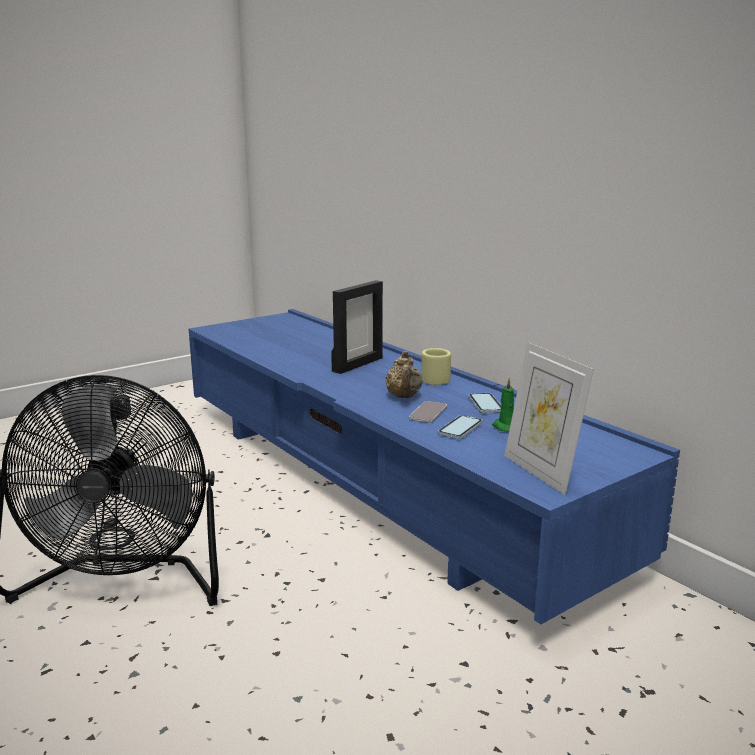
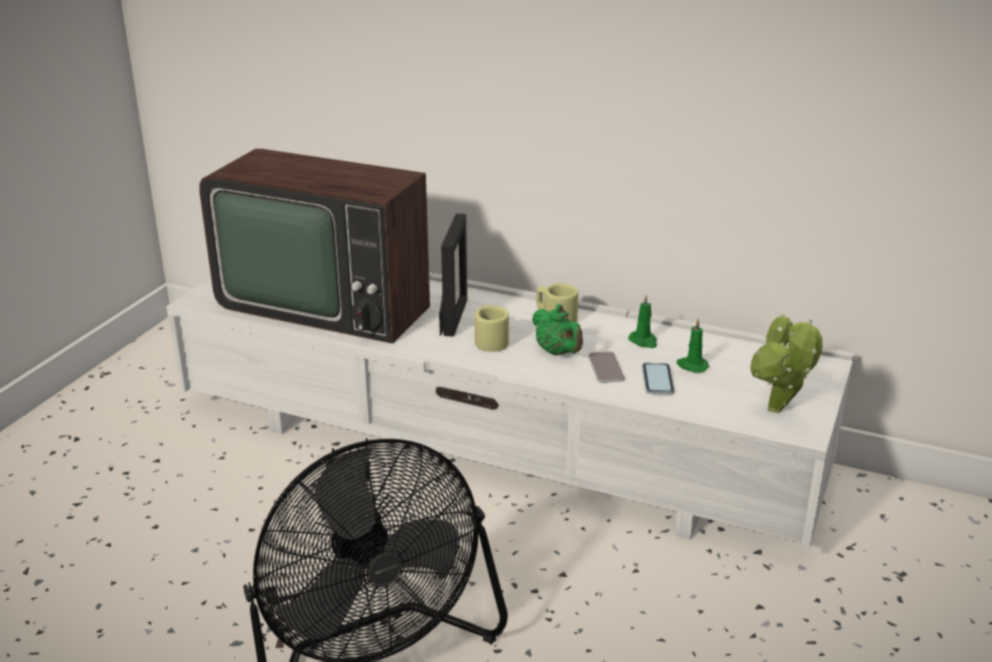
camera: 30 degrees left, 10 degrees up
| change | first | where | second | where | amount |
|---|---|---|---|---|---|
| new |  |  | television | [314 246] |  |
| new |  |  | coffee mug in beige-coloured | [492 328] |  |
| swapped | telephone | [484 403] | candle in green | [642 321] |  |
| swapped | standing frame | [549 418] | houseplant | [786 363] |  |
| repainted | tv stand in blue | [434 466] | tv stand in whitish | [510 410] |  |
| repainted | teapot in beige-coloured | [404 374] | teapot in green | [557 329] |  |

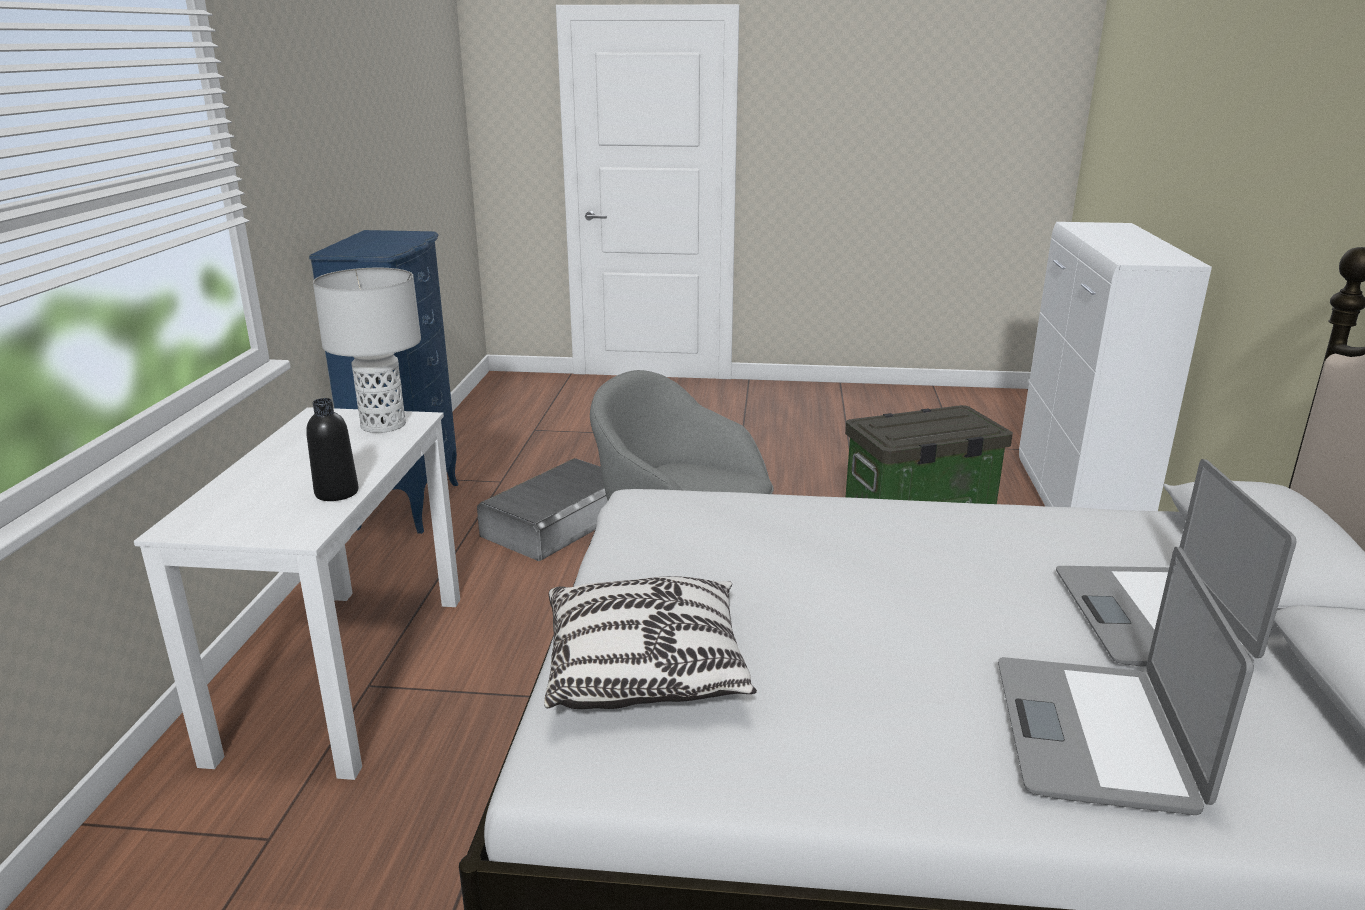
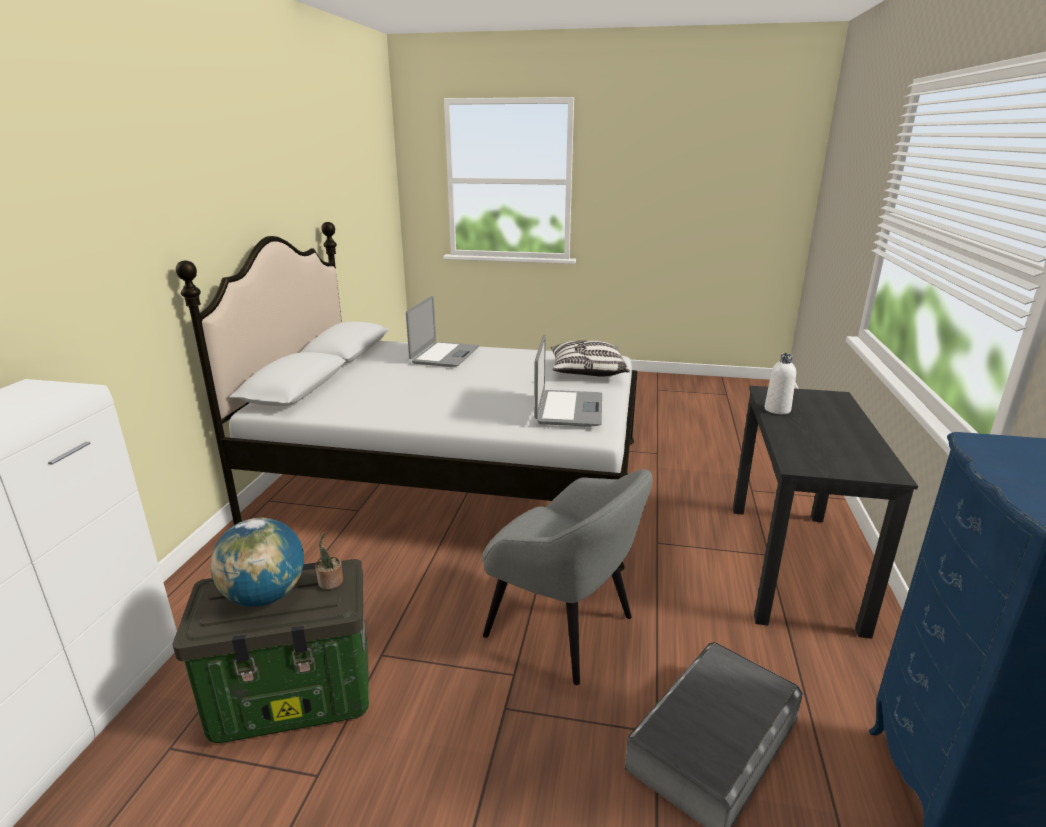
camera: 175 degrees left, 0 degrees up
| change | first | where | second | where | amount |
|---|---|---|---|---|---|
| gone | lamp for a table in whitish | [367 350] |  |  |  |
| new |  |  | world globe | [257 562] |  |
| new |  |  | houseplant | [329 560] |  |
| shifted | portable computer | [1176 562] |  | [568 381] |  |
| repainted | desk unit in whitish | [297 593] | desk unit in black | [825 512] |  |
| repainted | bottle in black | [332 449] | bottle in whitish | [780 383] |  |

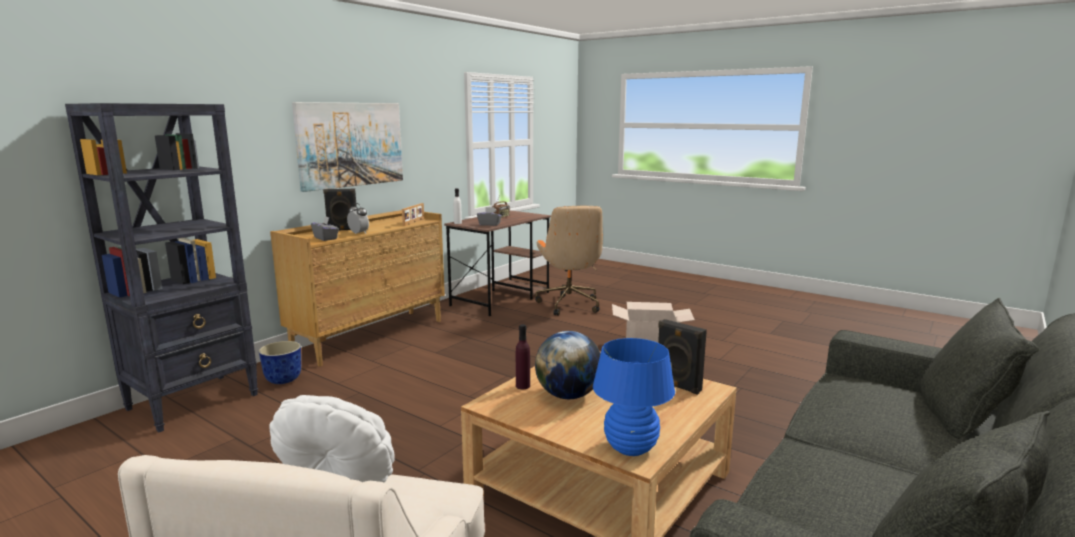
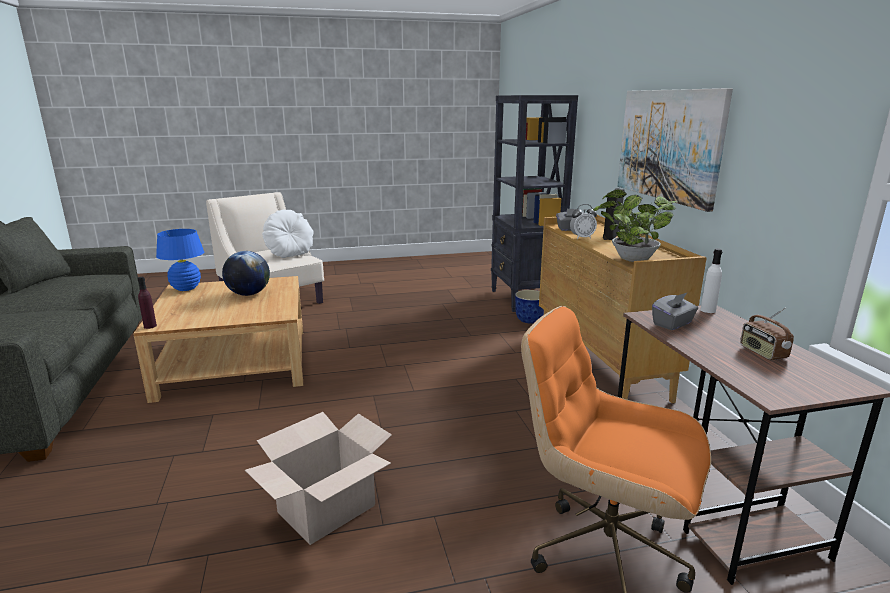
camera: 130 degrees right, 5 degrees up
| change | first | where | second | where | amount |
|---|---|---|---|---|---|
| gone | loudspeaker in black | [682 357] |  |  |  |
| shifted | bottle in purple-coloured | [523 356] |  | [147 303] |  |
| swapped | standing frame | [413 214] | houseplant | [635 225] |  |

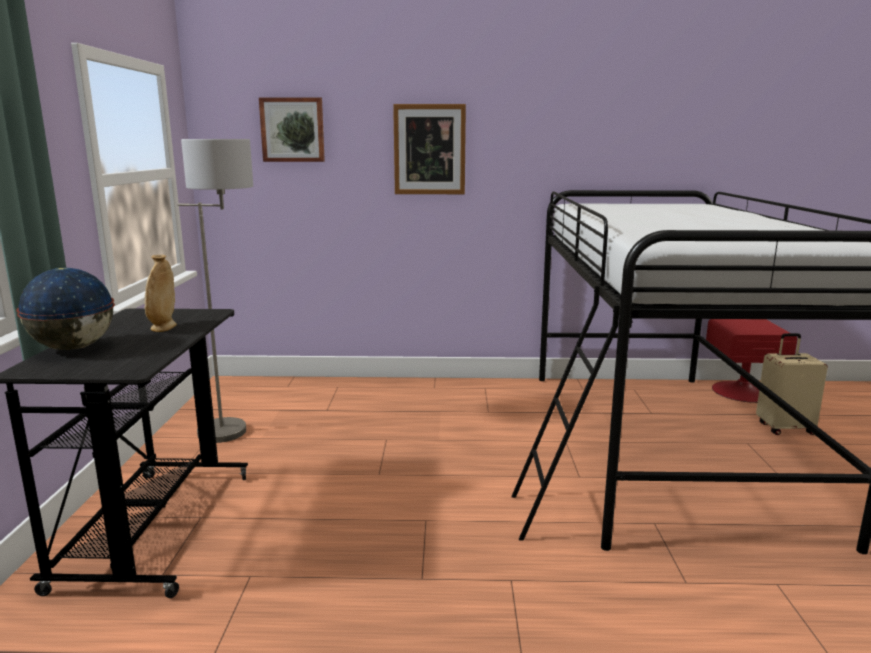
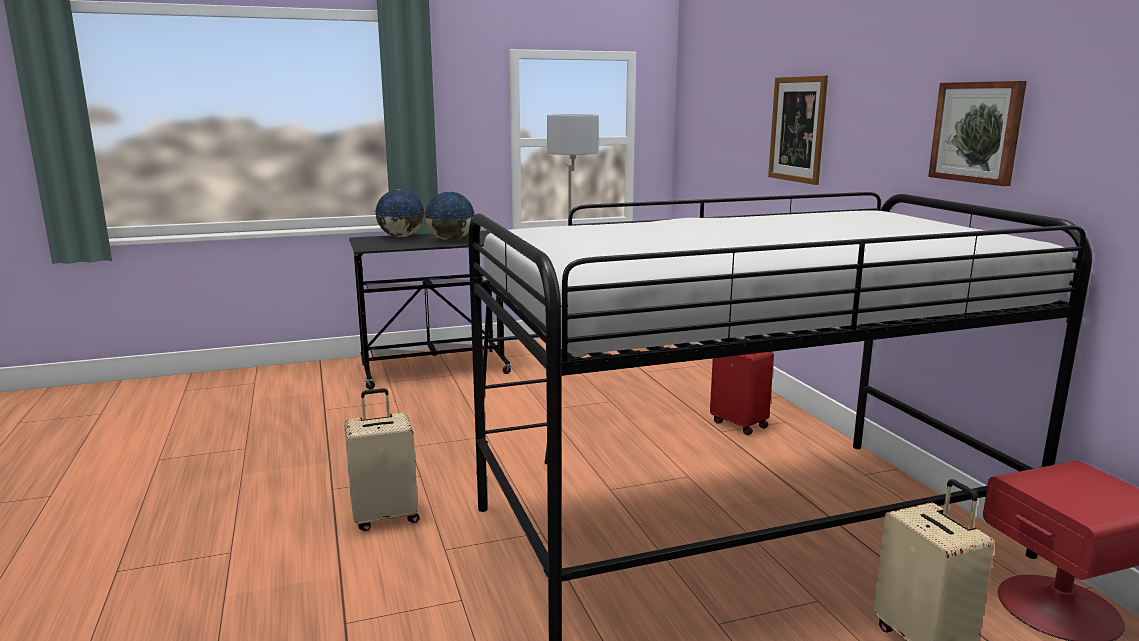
camera: 70 degrees right, 0 degrees up
| change | first | where | second | where | amount |
|---|---|---|---|---|---|
| new |  |  | piece of luggage in beige-coloured | [382 459] |  |
| new |  |  | piece of luggage in reddish | [742 384] |  |
| shifted | wall picture | [292 129] |  | [977 133] |  |
| swapped | flower vase in beige-coloured | [160 293] | world globe | [449 216] |  |

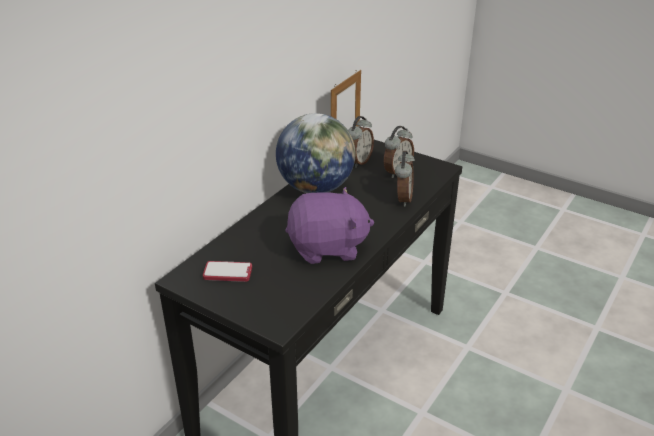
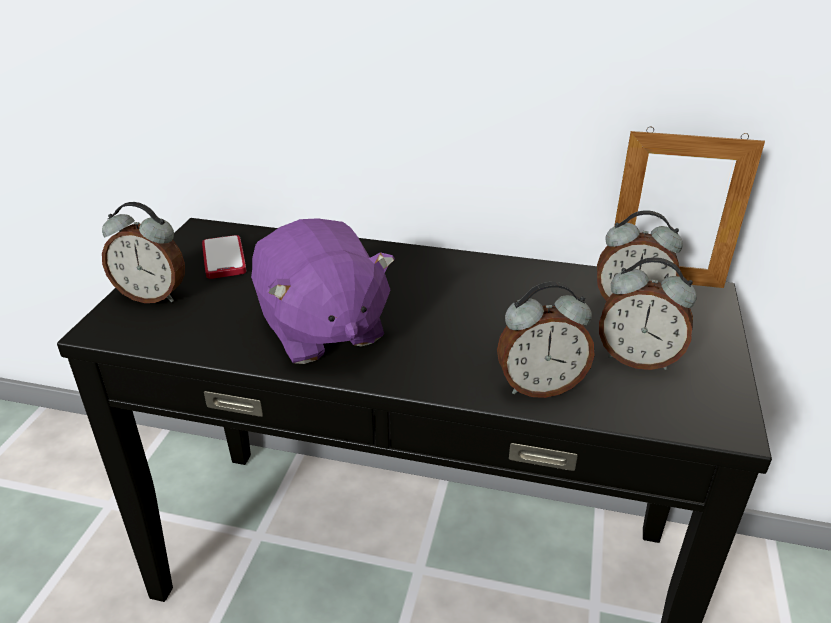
camera: 70 degrees right, 0 degrees up
| change | first | where | second | where | amount |
|---|---|---|---|---|---|
| gone | world globe | [315 153] |  |  |  |
| new |  |  | table clock | [143 252] |  |

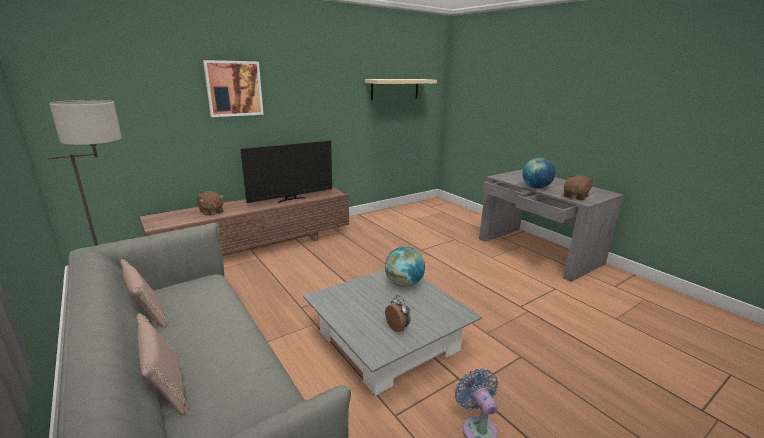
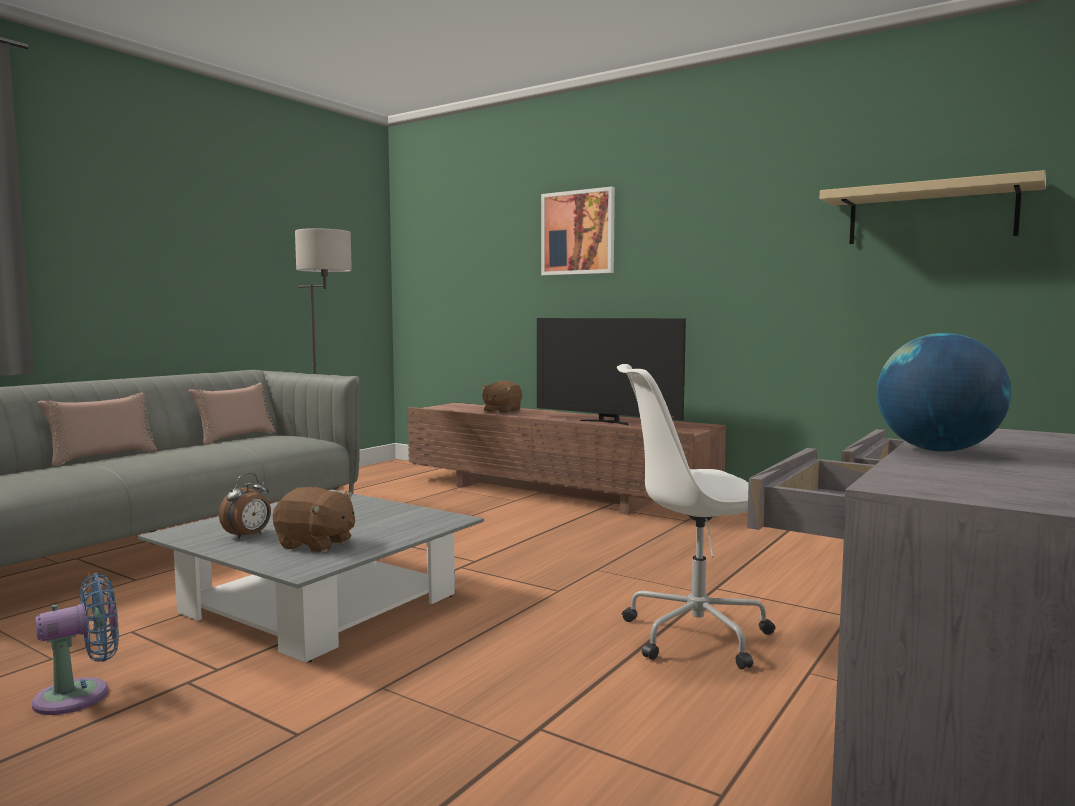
camera: 70 degrees right, 15 degrees down
| change | first | where | second | where | amount |
|---|---|---|---|---|---|
| gone | world globe | [405 267] |  |  |  |
| new |  |  | computer chair in whitish | [696 516] |  |
| shifted | plush toy in brownish | [579 188] |  | [314 520] |  |

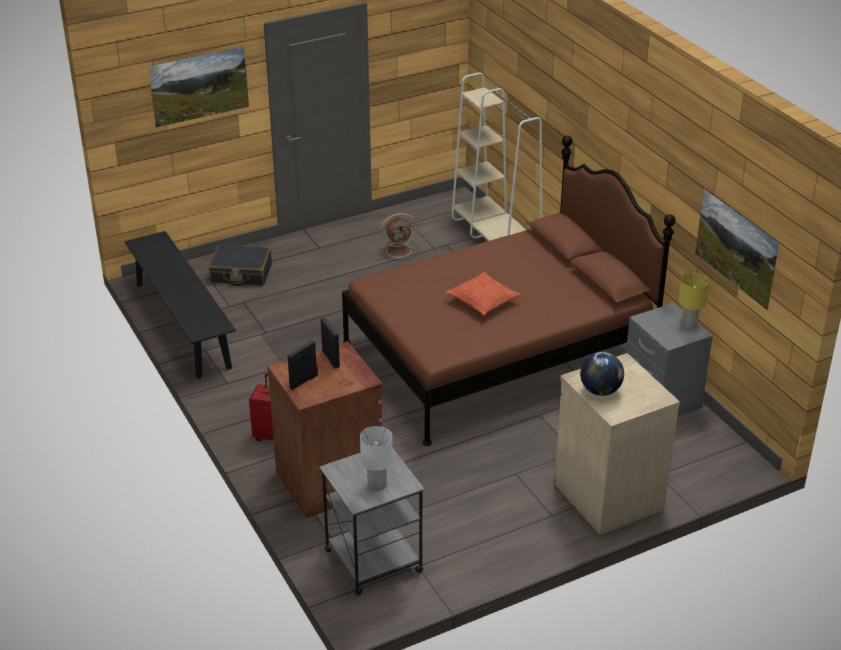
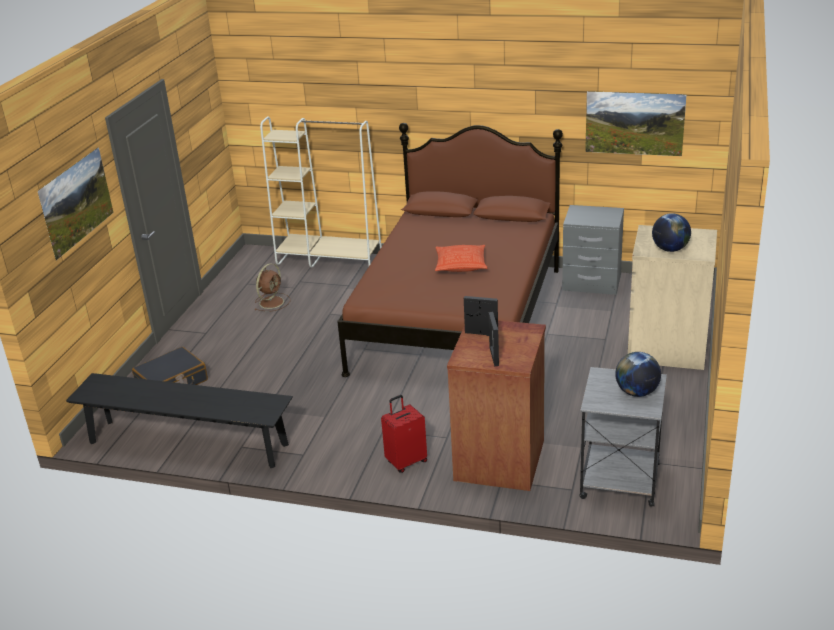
camera: 45 degrees left, 5 degrees down
| change | first | where | second | where | amount |
|---|---|---|---|---|---|
| gone | lamp for a table in yellowish | [694 301] |  |  |  |
| swapped | lamp for a table in whitish | [376 458] | world globe | [638 374] |  |

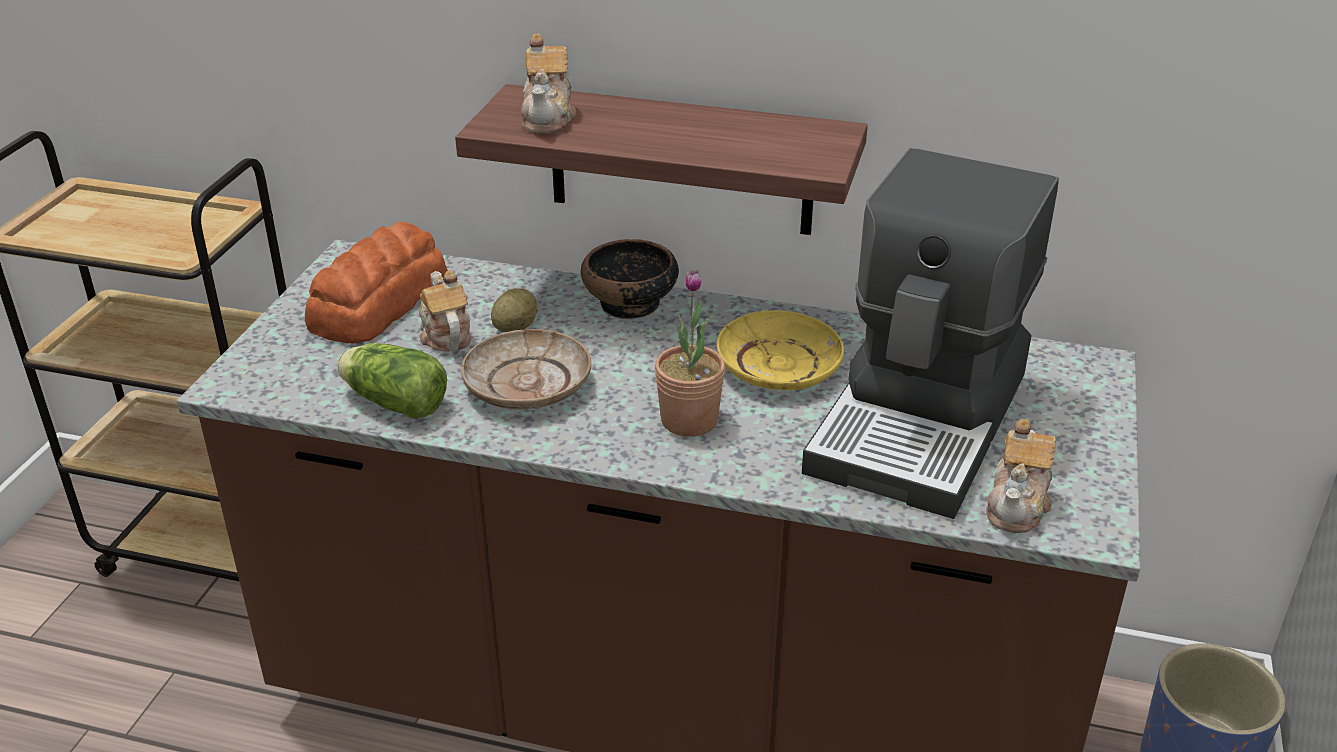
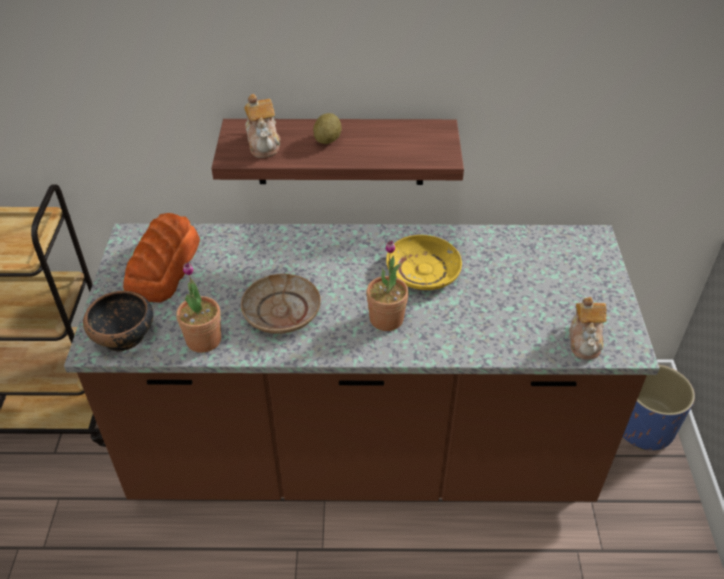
camera: 15 degrees left, 10 degrees up
| change | first | where | second | where | amount |
|---|---|---|---|---|---|
| gone | teapot | [445 311] |  |  |  |
| gone | coffee brewer | [930 333] |  |  |  |
| shifted | whole potato | [514 310] |  | [327 128] |  |
| shifted | deep dish | [629 279] |  | [118 321] |  |
| swapped | lettuce | [392 381] | houseplant | [198 307] |  |

